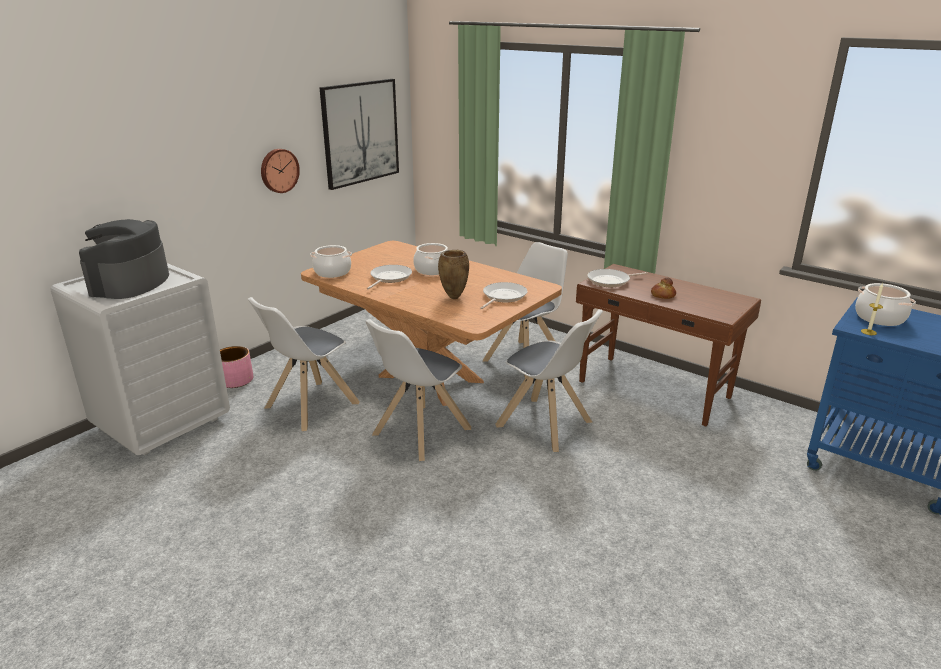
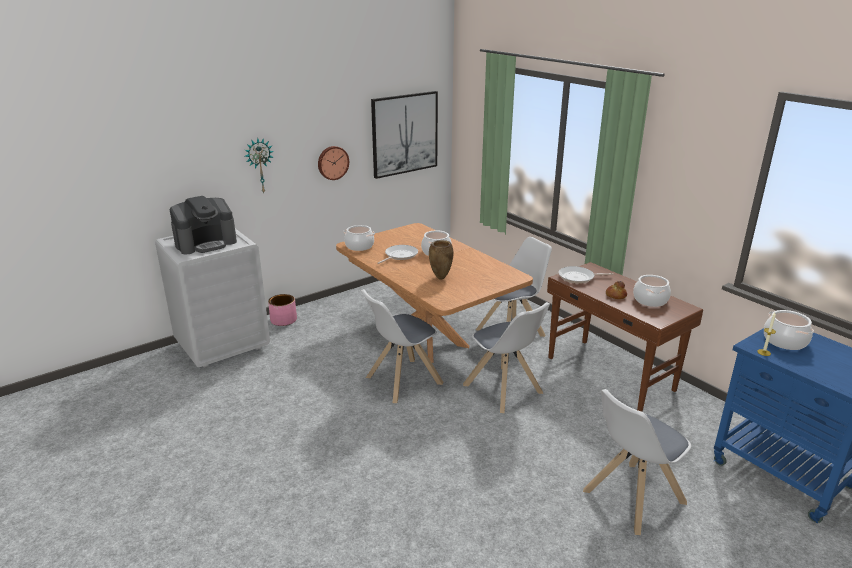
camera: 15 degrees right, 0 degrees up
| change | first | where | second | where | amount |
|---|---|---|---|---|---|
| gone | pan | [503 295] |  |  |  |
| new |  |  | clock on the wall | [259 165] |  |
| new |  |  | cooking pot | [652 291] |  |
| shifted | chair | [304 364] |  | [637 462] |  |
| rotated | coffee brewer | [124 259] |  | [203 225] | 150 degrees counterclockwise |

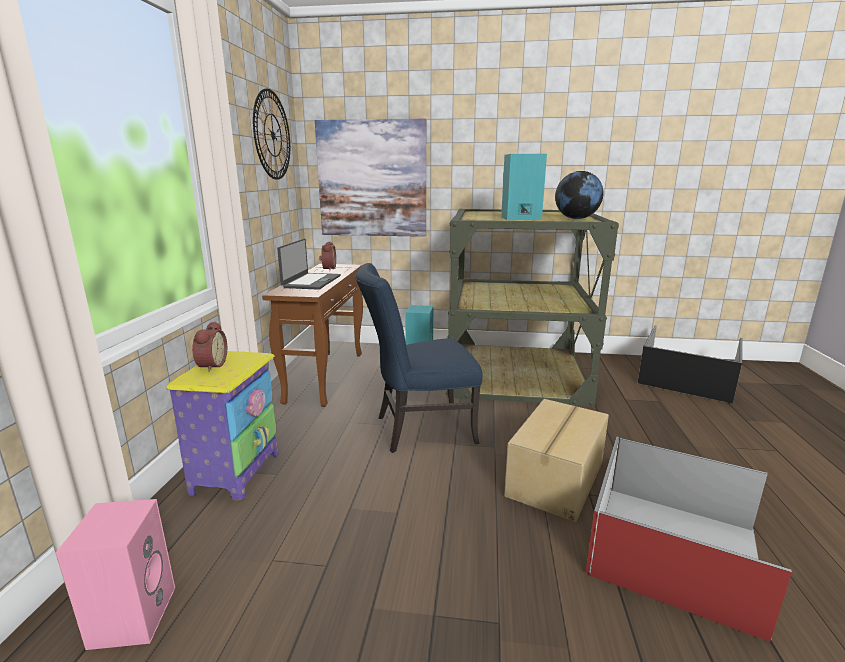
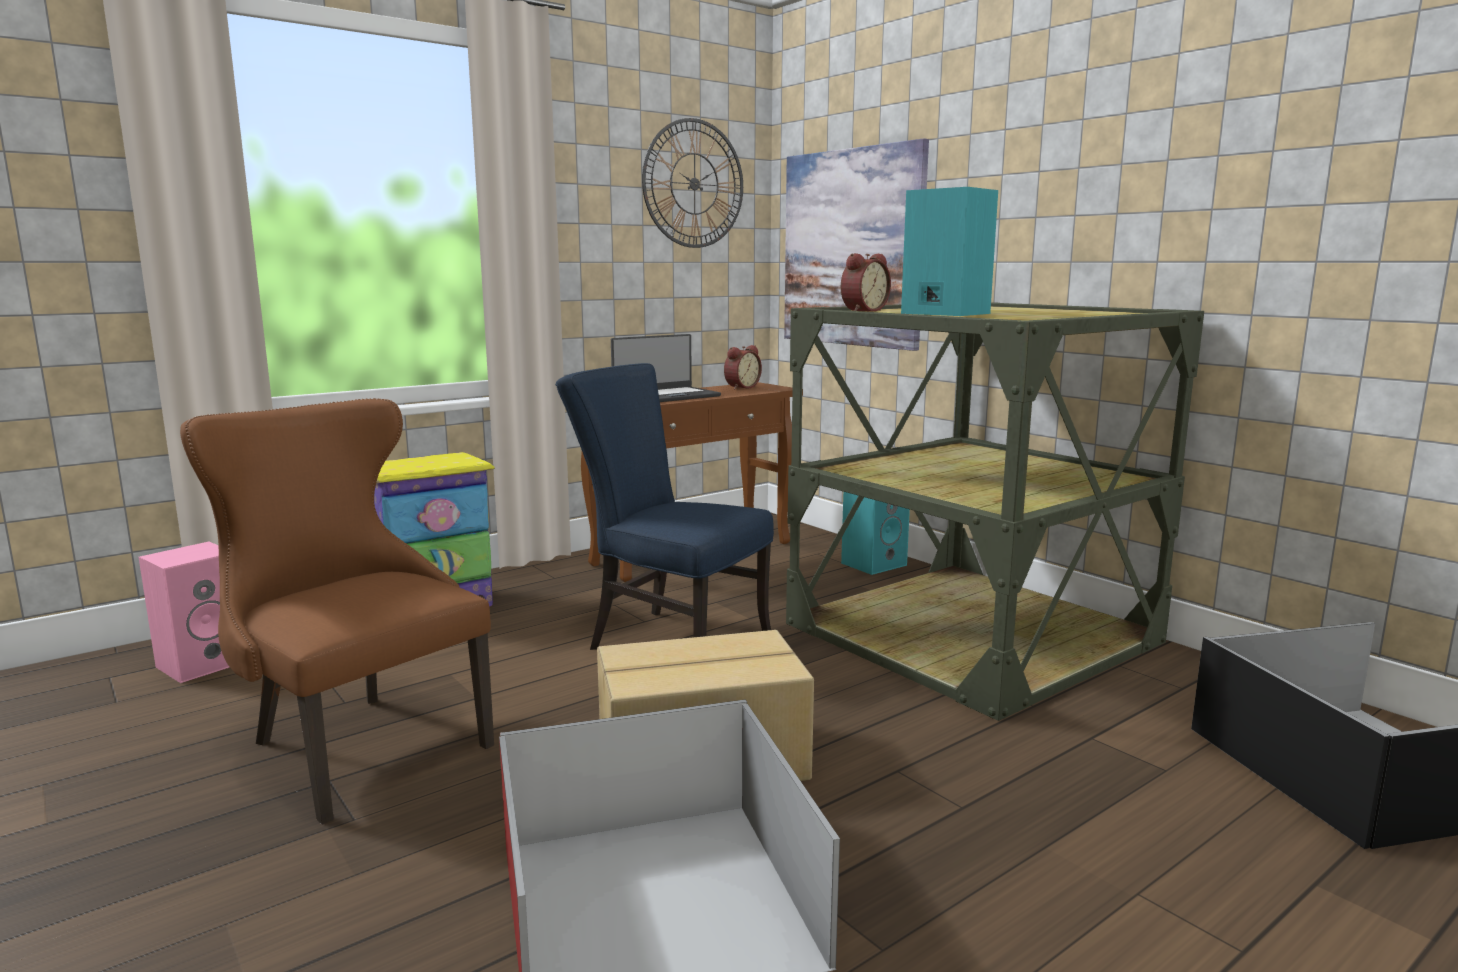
camera: 45 degrees right, 5 degrees down
| change | first | where | second | where | amount |
|---|---|---|---|---|---|
| gone | world globe | [579 195] |  |  |  |
| new |  |  | chair in brownish | [337 611] |  |
| shifted | table clock | [209 346] |  | [866 282] |  |

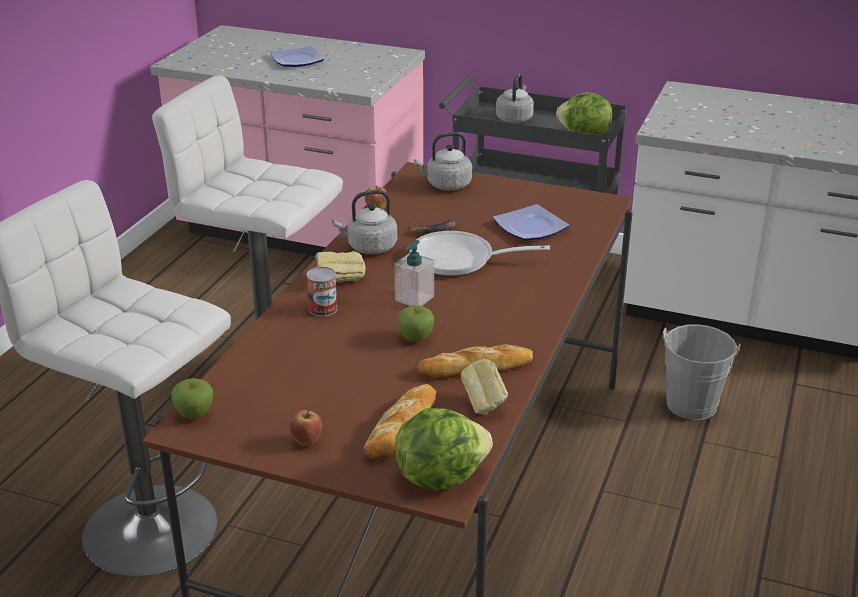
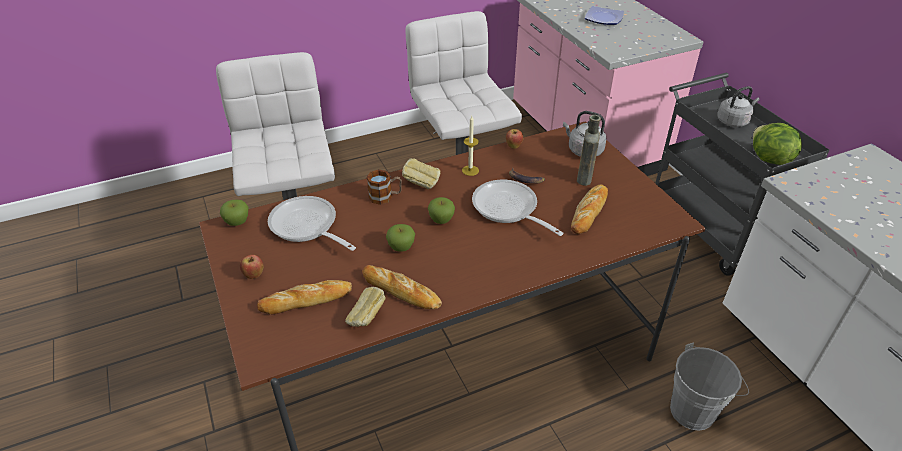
camera: 45 degrees right, 10 degrees up
| change | first | where | second | where | amount |
|---|---|---|---|---|---|
| gone | lettuce | [444 449] |  |  |  |
| new |  |  | pan | [312 223] |  |
| new |  |  | bottle in brownish | [589 150] |  |
| swapped | sealed can | [322 292] | coffee mug | [384 187] |  |
| swapped | kettle in grey | [364 222] | candle | [470 146] |  |
| swapped | soap bottle | [414 273] | whole apple | [441 210] |  |
| swapped | plate | [531 222] | baked bread | [589 209] |  |

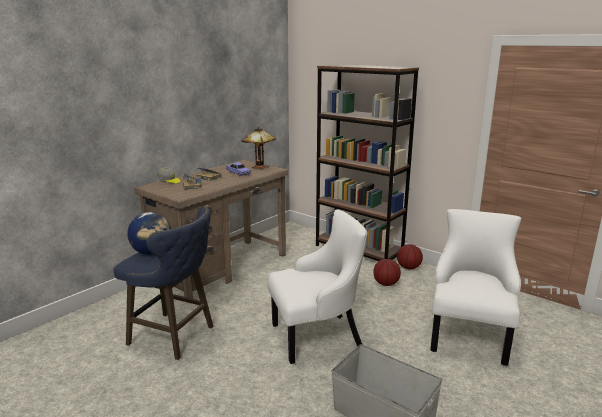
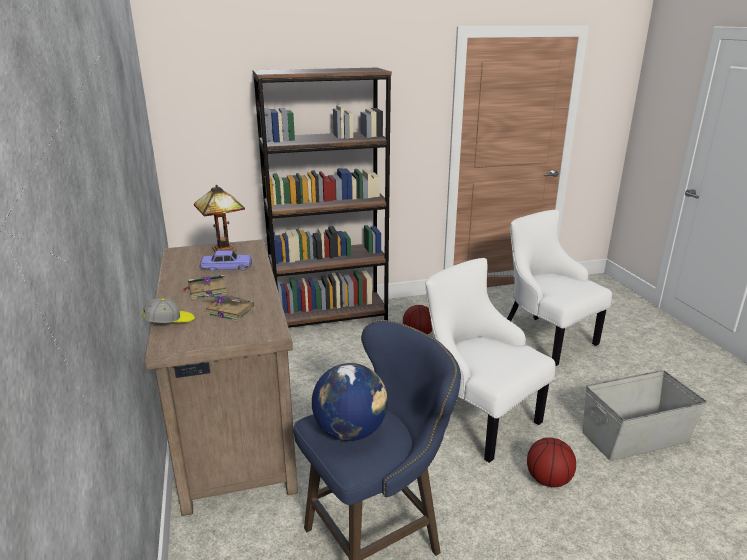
camera: 55 degrees left, 5 degrees up
| change | first | where | second | where | amount |
|---|---|---|---|---|---|
| shifted | ball for basketball | [410 257] |  | [551 462] |  |
| rotated | chair in whitish | [317 286] |  | [490 360] | 60 degrees counterclockwise |

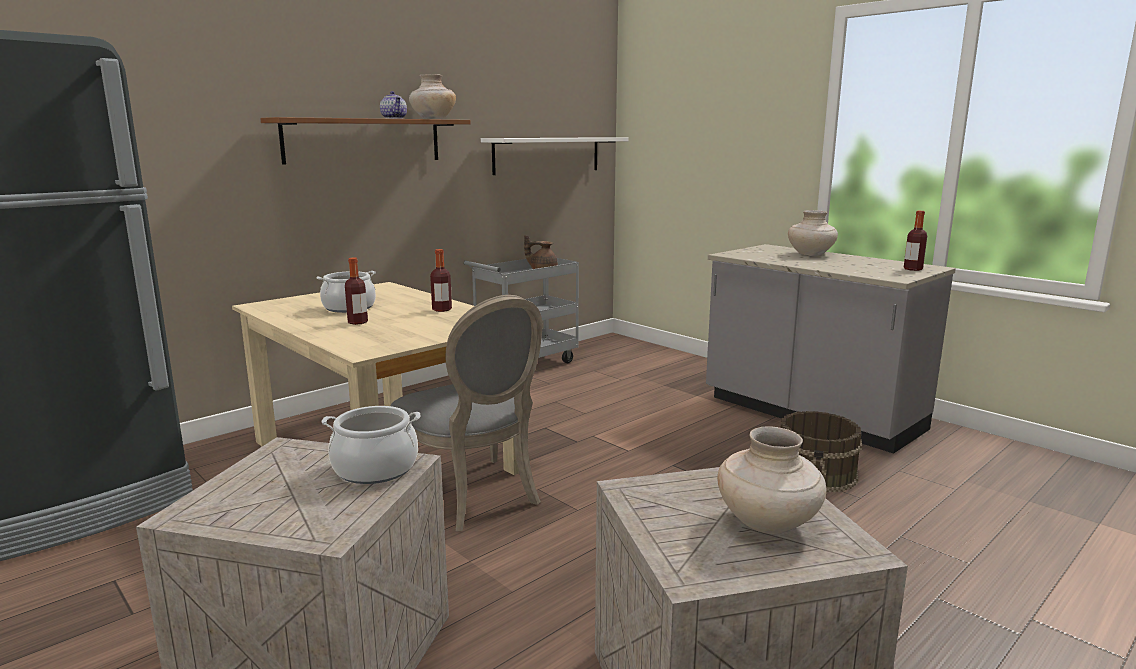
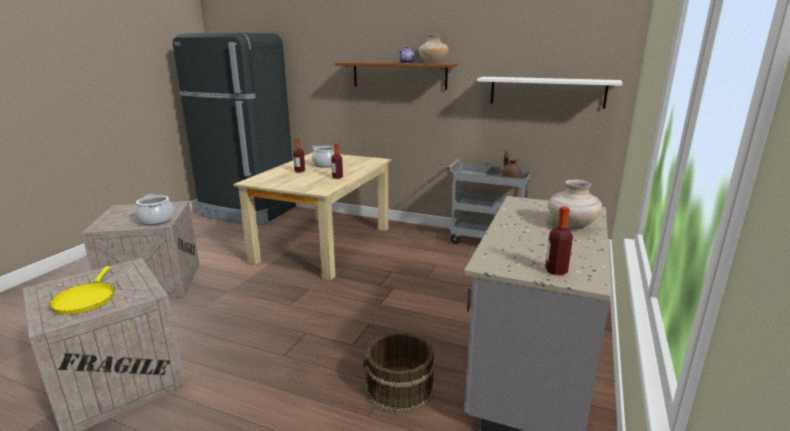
camera: 65 degrees right, 5 degrees up
| change | first | where | second | where | amount |
|---|---|---|---|---|---|
| gone | chair in grey | [466 413] |  |  |  |
| swapped | flower vase in beige-coloured | [771 480] | pan in yellowish | [82 290] |  |

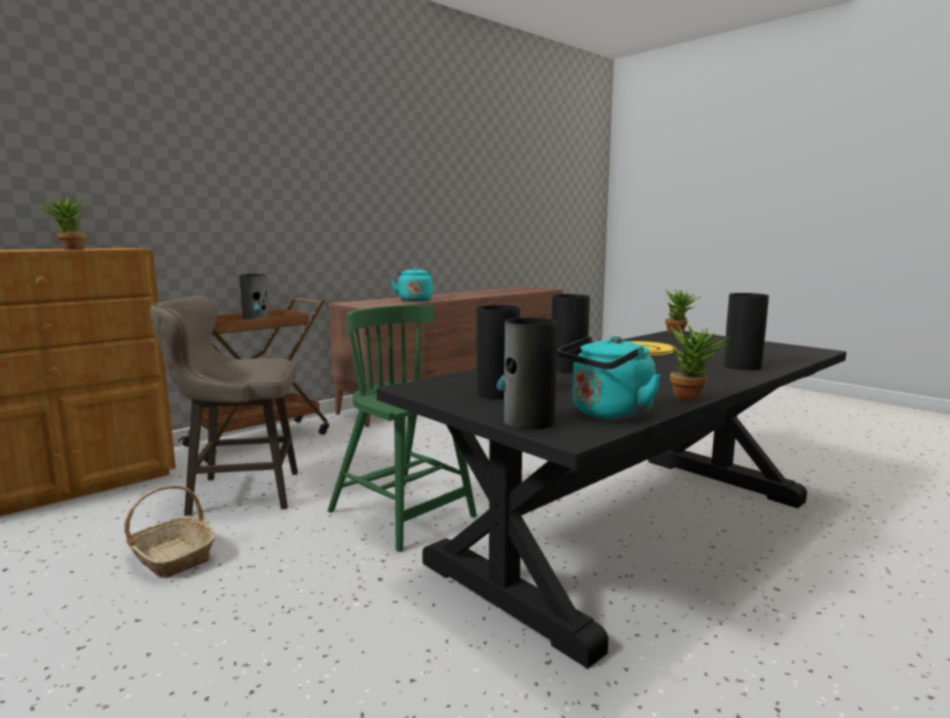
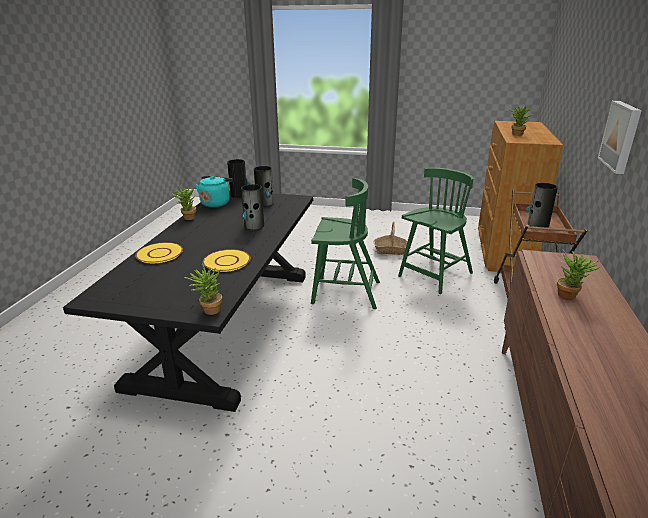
camera: 145 degrees right, 15 degrees up
| change | first | where | second | where | amount |
|---|---|---|---|---|---|
| new |  |  | wall picture | [619 137] |  |
| swapped | sitting stool in beige-coloured | [224 406] | chair in green | [436 231] |  |
| swapped | kettle in blue-green | [411 284] | houseplant | [579 274] |  |
| swapped | flower vase | [746 331] | plate in yellowish | [159 252] |  |

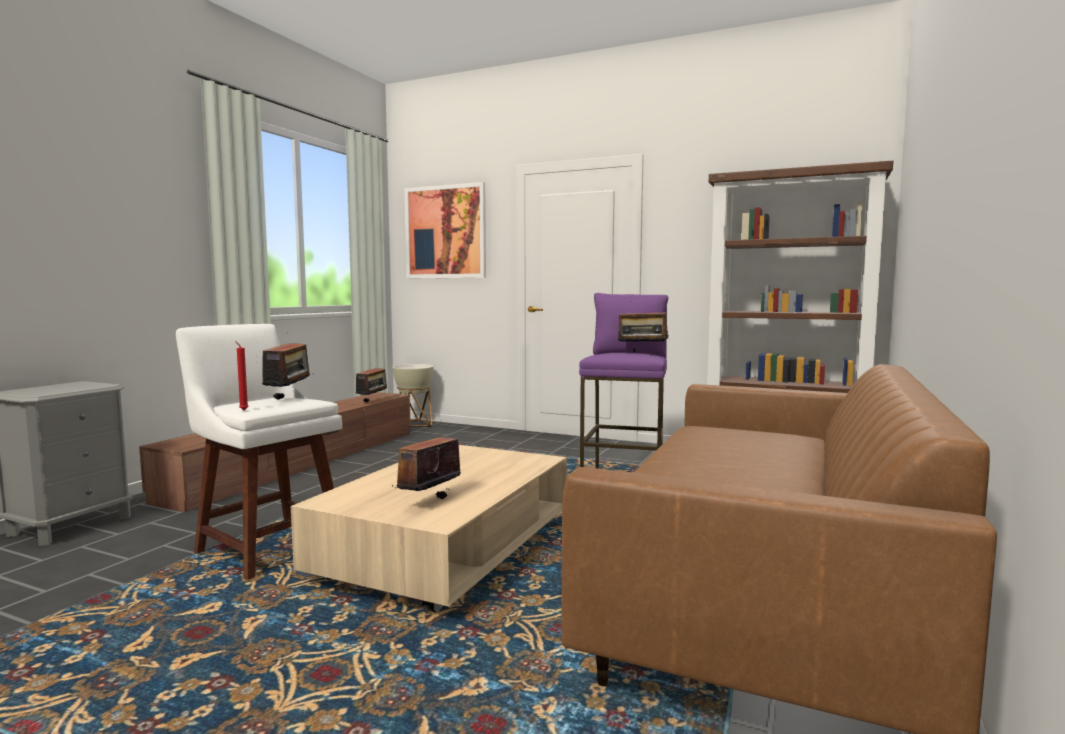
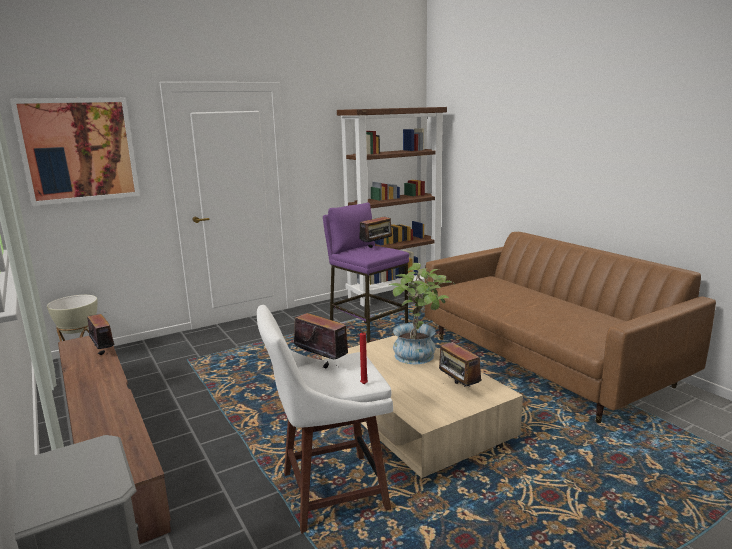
camera: 55 degrees left, 10 degrees up
| change | first | where | second | where | amount |
|---|---|---|---|---|---|
| new |  |  | houseplant | [422 313] |  |

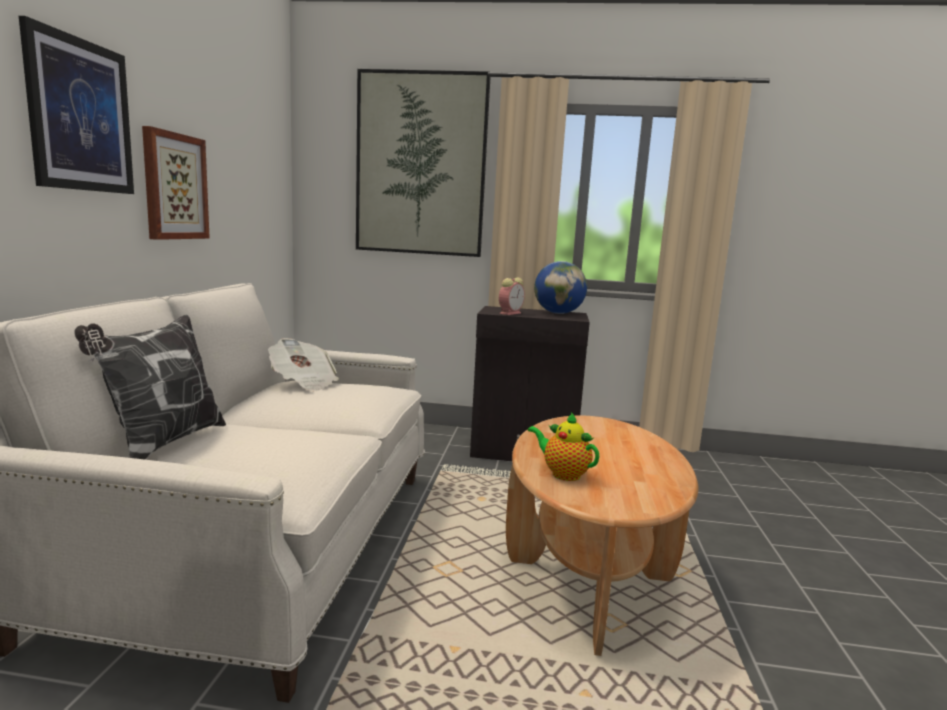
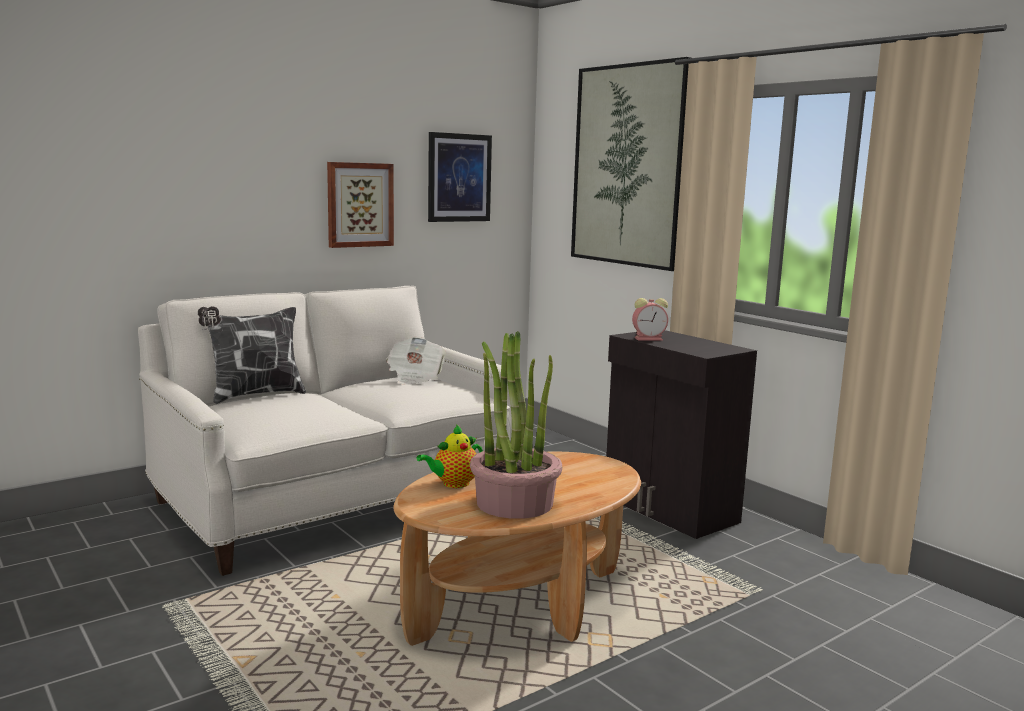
camera: 45 degrees right, 0 degrees up
| change | first | where | second | where | amount |
|---|---|---|---|---|---|
| gone | world globe | [560 287] |  |  |  |
| new |  |  | houseplant | [516 425] |  |
| shifted | wall picture | [76 105] |  | [460 177] |  |
| rotated | teapot | [563 446] |  | [450 456] | 120 degrees counterclockwise |

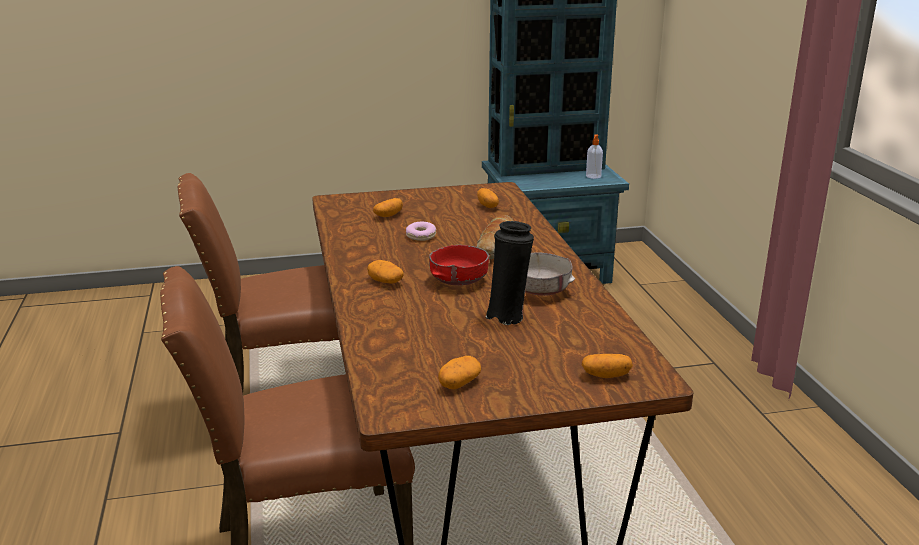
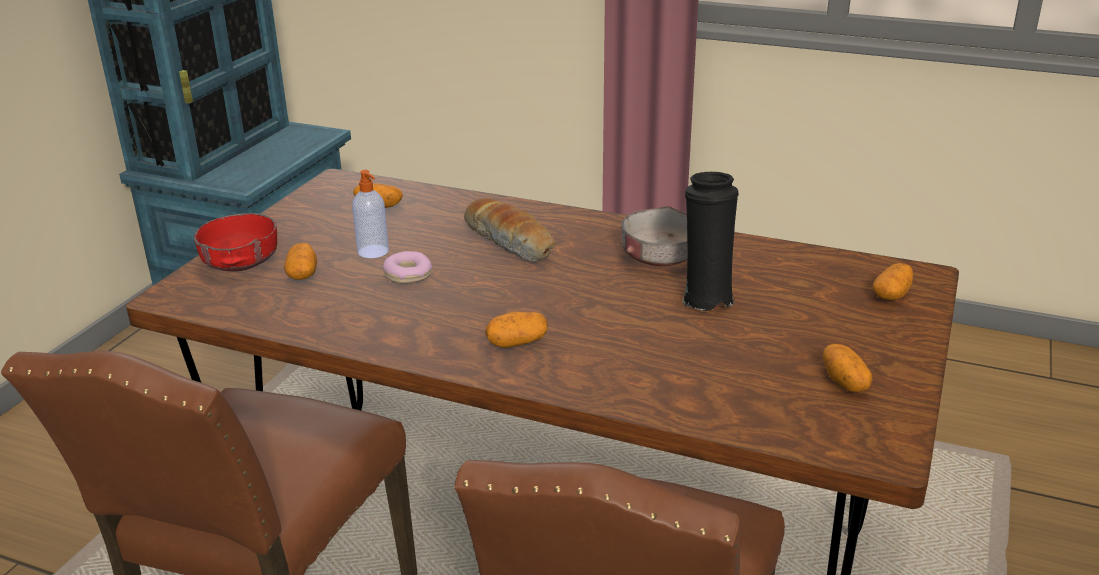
camera: 55 degrees left, 5 degrees up
| change | first | where | second | where | amount |
|---|---|---|---|---|---|
| shifted | deep dish in reddish | [459 265] |  | [235 242] |  |
| shifted | soap bottle | [594 156] |  | [370 214] |  |

